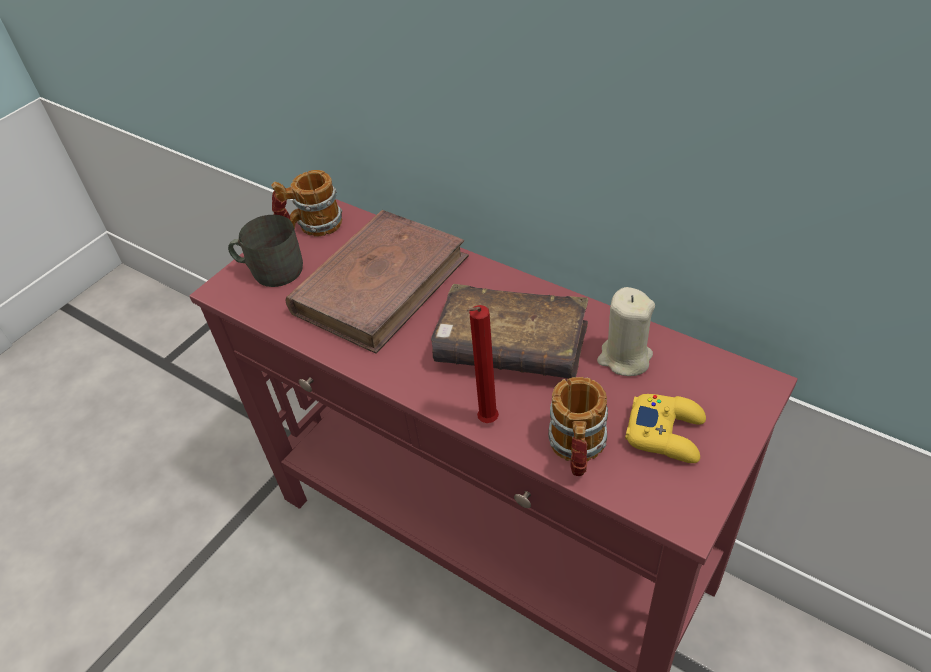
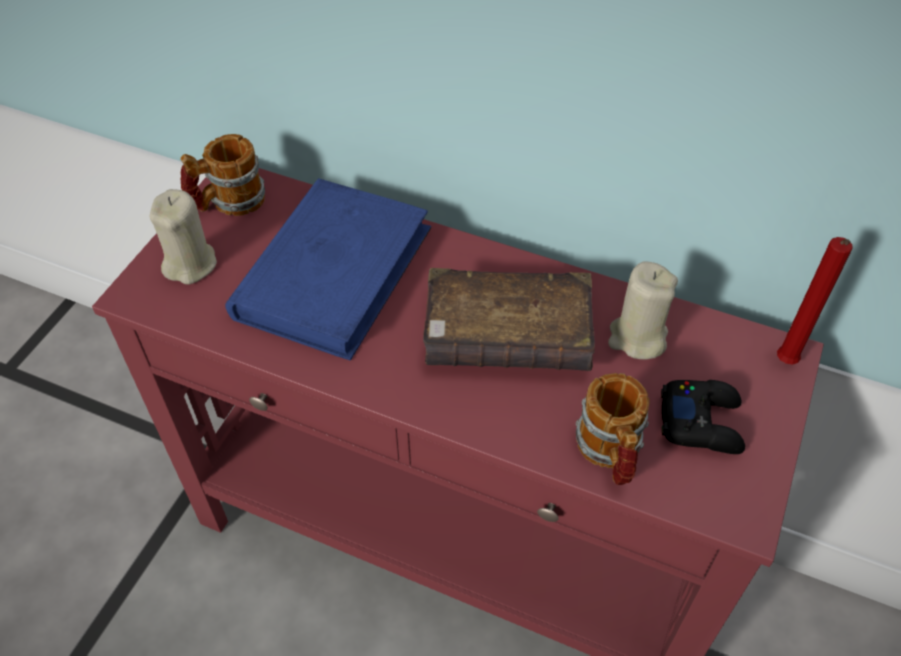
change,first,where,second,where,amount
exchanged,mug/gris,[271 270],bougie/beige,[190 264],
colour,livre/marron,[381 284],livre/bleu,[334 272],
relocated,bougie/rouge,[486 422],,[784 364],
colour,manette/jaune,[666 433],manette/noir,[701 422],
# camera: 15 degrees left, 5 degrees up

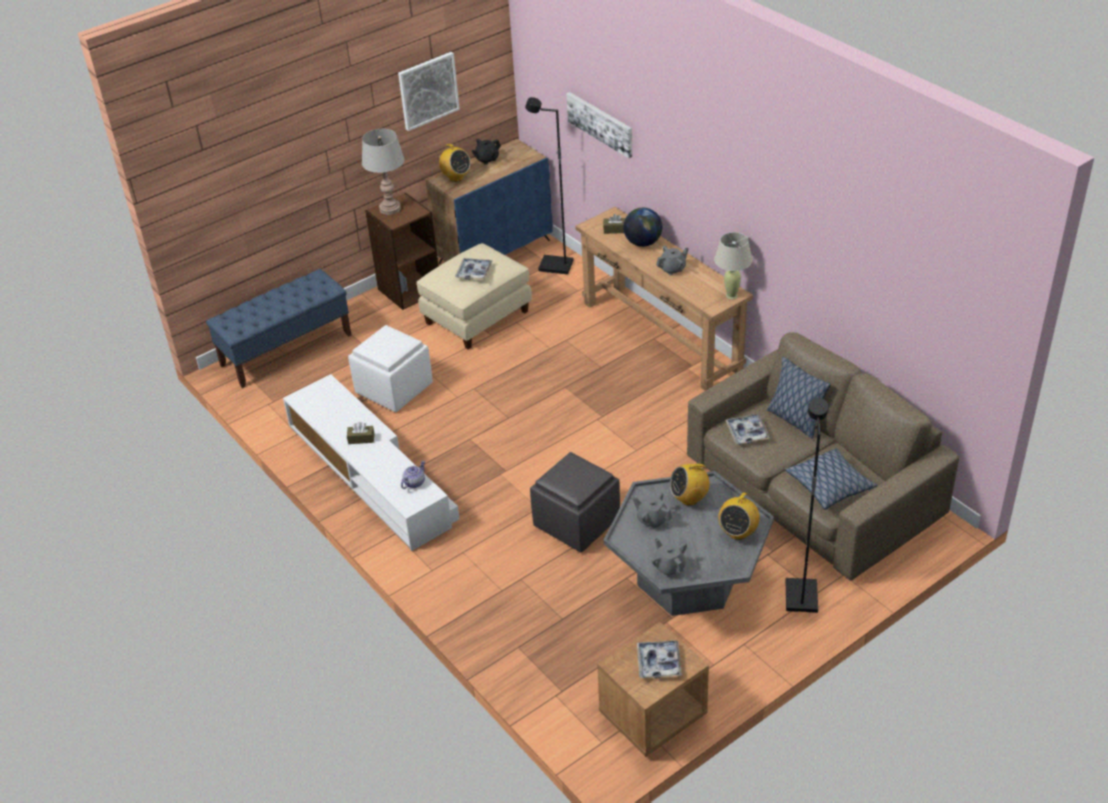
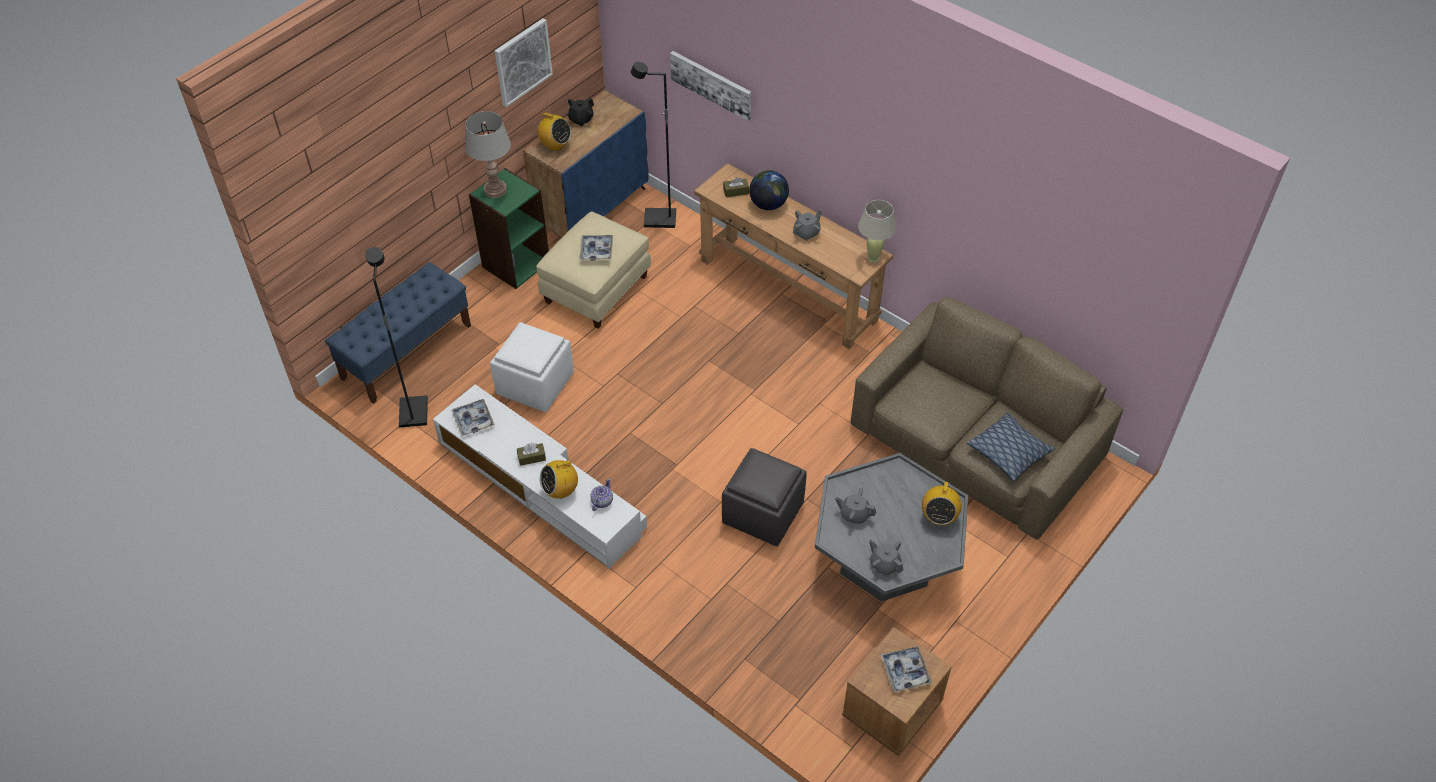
change,first,where,second,where,amount
colour,bibliothèque/marron,[409 289],bibliothèque/vert,[515 264],
relocated,radio,[689 498],,[560 491],
relocated,plateau,[747 433],,[473 420],
missing,coussin,[794 420],,,
relocated,lampadaire/noir,[800 596],,[412 412],
# camera: 15 degrees left, 10 degrees up

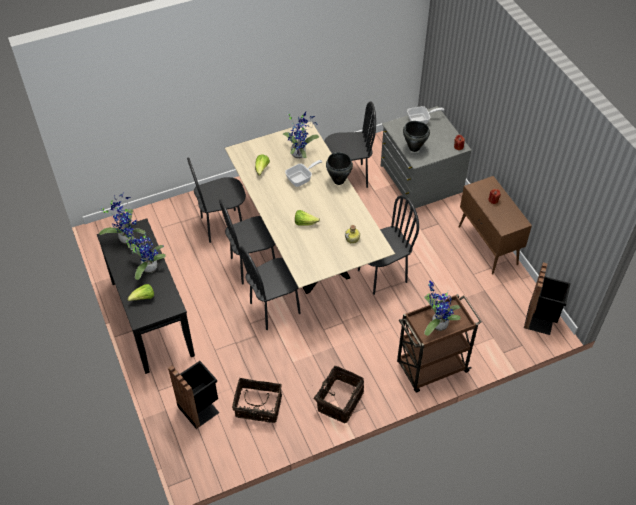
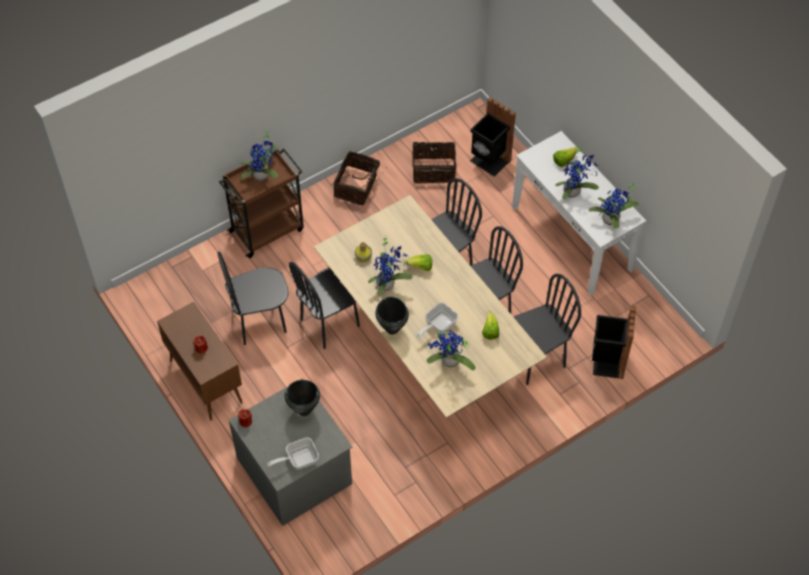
change,first,where,second,where,amount
colour,table console/noir,[151 318],table console/blanc,[572 238],
relocated,chaise/noir,[348 177],,[260 322],
relocated,poubelle/noir,[541 319],,[607 362],
appeared,,,plante en pot,[388 284],
# camera: 170 degrees right, 5 degrees up

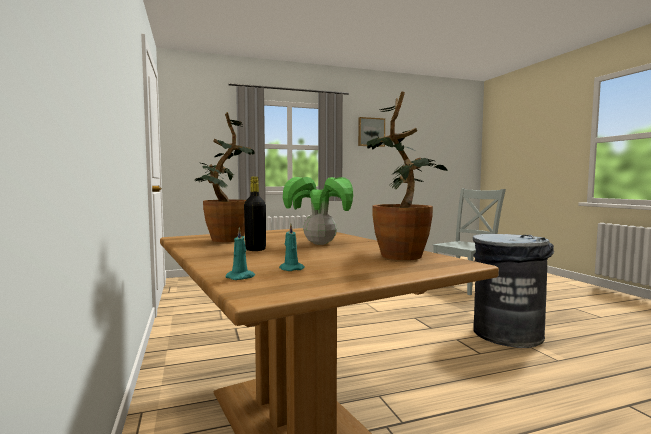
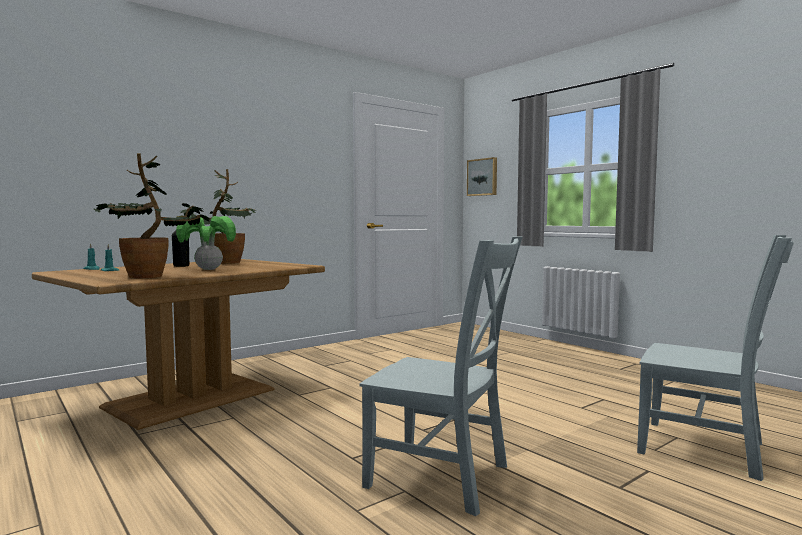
change,first,where,second,where,amount
relocated,tableau,[371 132],,[483 177],
exchanged,poubelle/gris,[507 334],chaise/gris,[443 478],
# camera: 70 degrees right, 0 degrees up

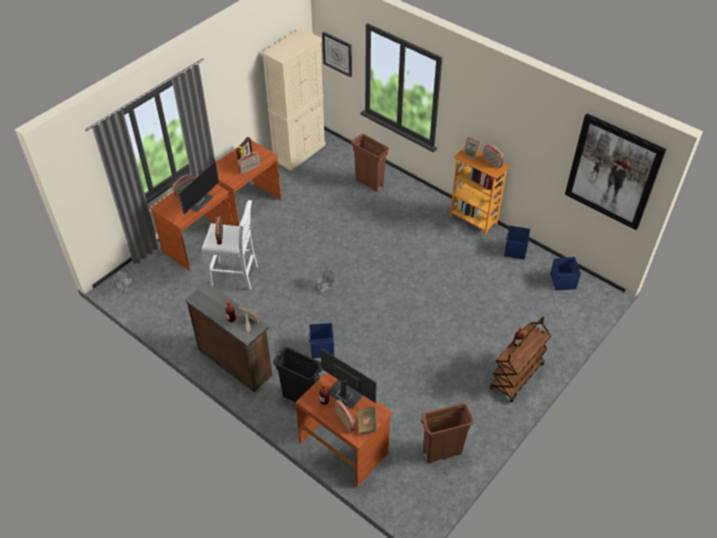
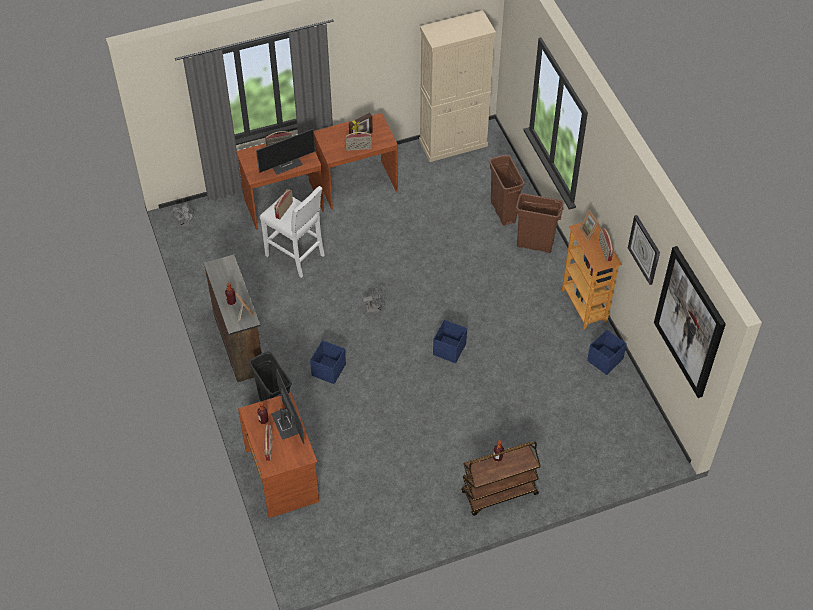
change,first,where,second,where,amount
relocated,horloge murale,[337 54],,[644 249],
missing,livre,[366 425],,,
relocated,poubelle/marron,[442 452],,[534 245],
relocated,boîte de rangement/bleu,[562 281],,[449 349],
# camera: 30 degrees right, 5 degrees up

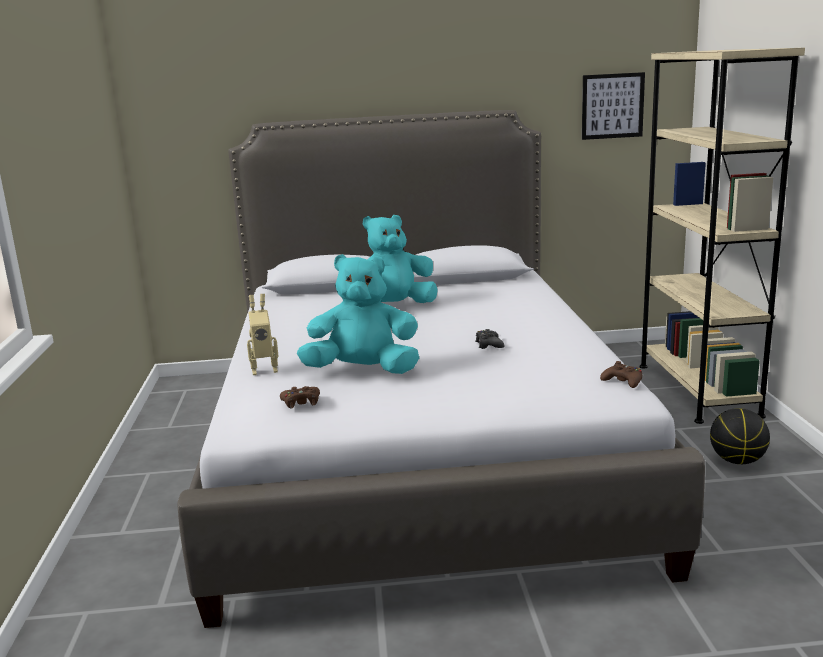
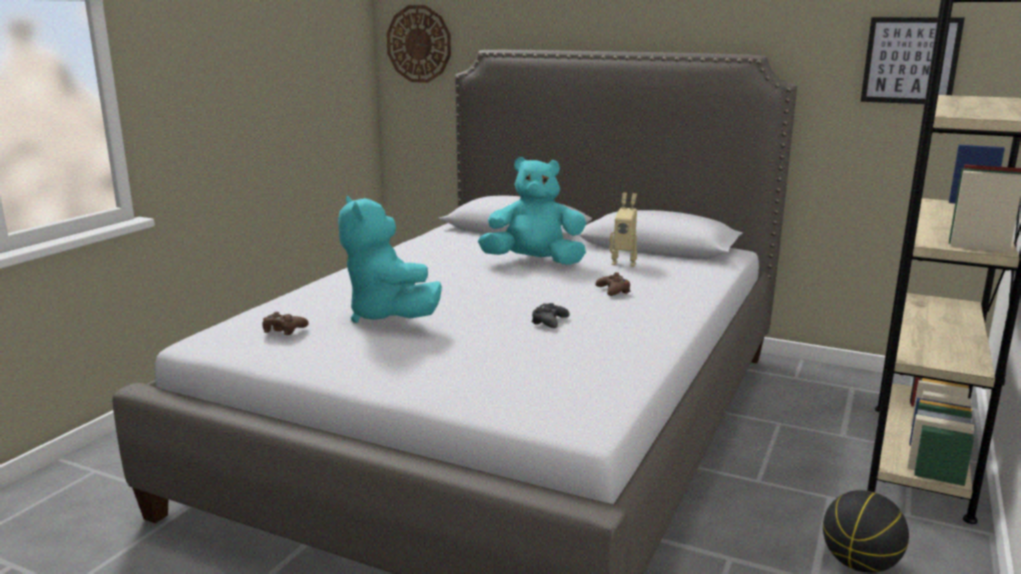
change,first,where,second,where,amount
relocated,robot jouet,[264 369],,[624 262],
spun,peluche/turquoise,[363 371],,[388 316],150 degrees counterclockwise
relocated,manette/marron,[623 381],,[613 291],
appeared,,,horloge murale,[419 44],
# camera: 30 degrees right, 0 degrees up

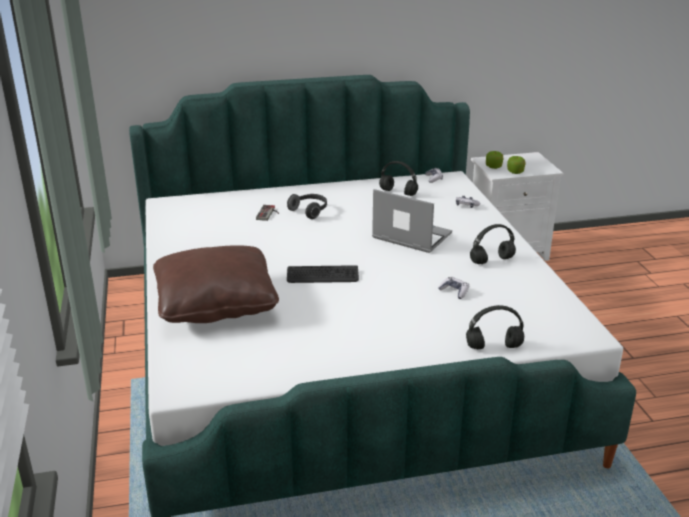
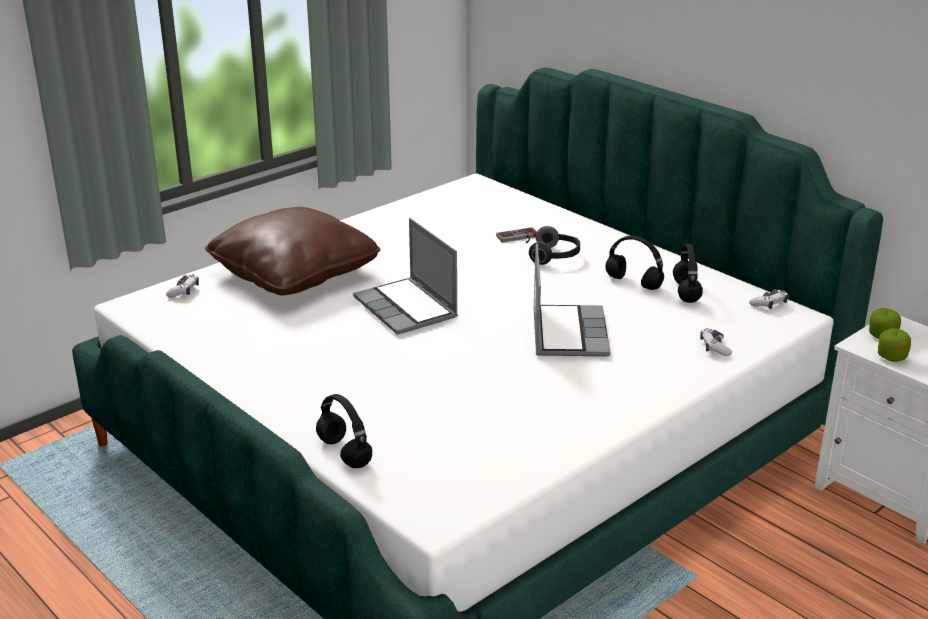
change,first,where,second,where,amount
exchanged,clavier,[322 275],ordinateur portable,[407 308],
relocated,manette,[454 291],,[184 291],
relocated,casque audio/noir,[491 261],,[632 283],
# camera: 60 degrees right, 0 degrees up

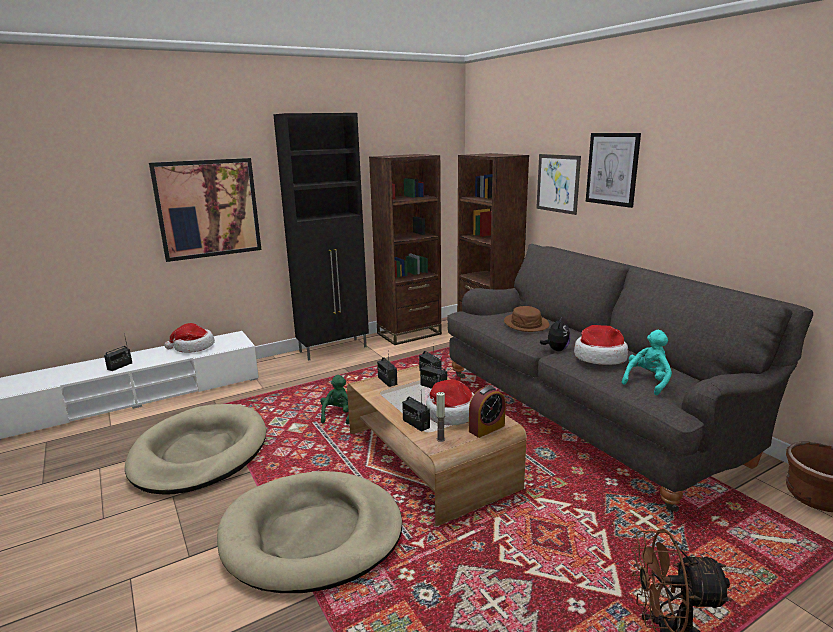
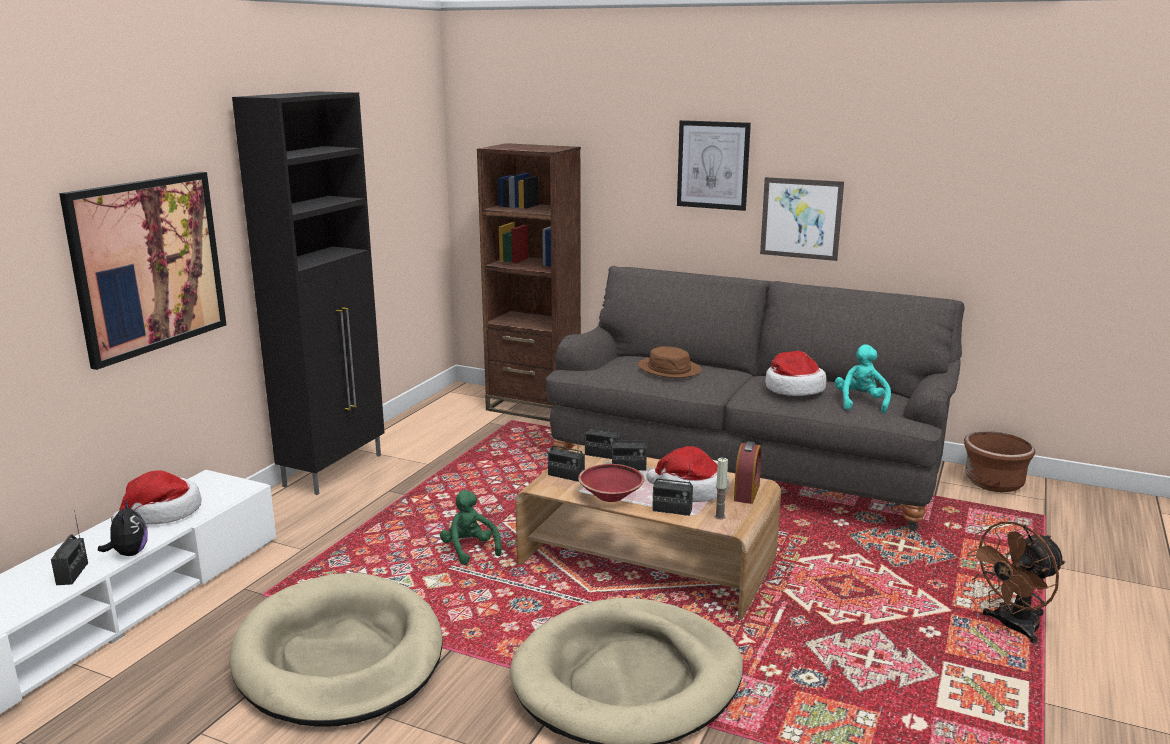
change,first,where,second,where,amount
missing,bibliothèque/marron,[409 334],,,
relocated,tableau,[558 183],,[801 218],
relocated,peluche,[556 350],,[129 553],
appeared,,,bol/rouge,[610 496],
# camera: 35 degrees left, 0 degrees up

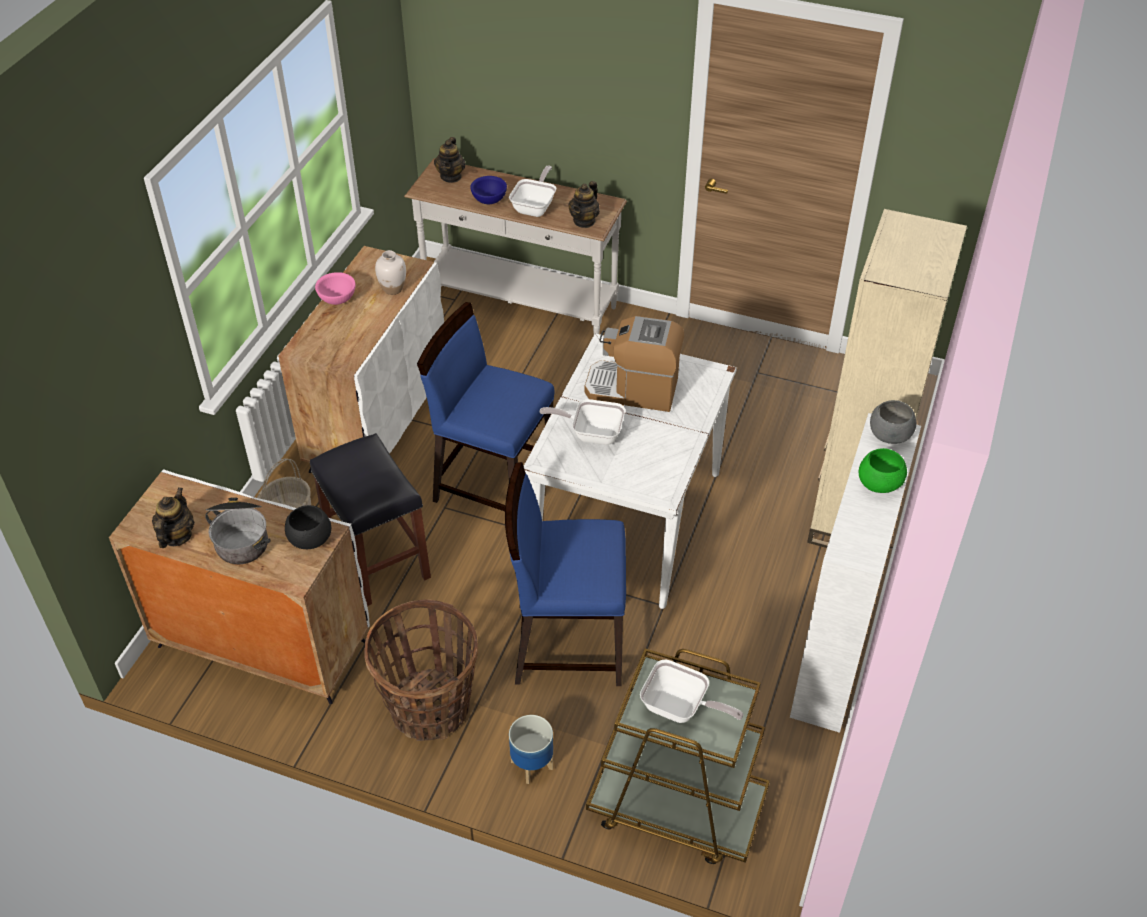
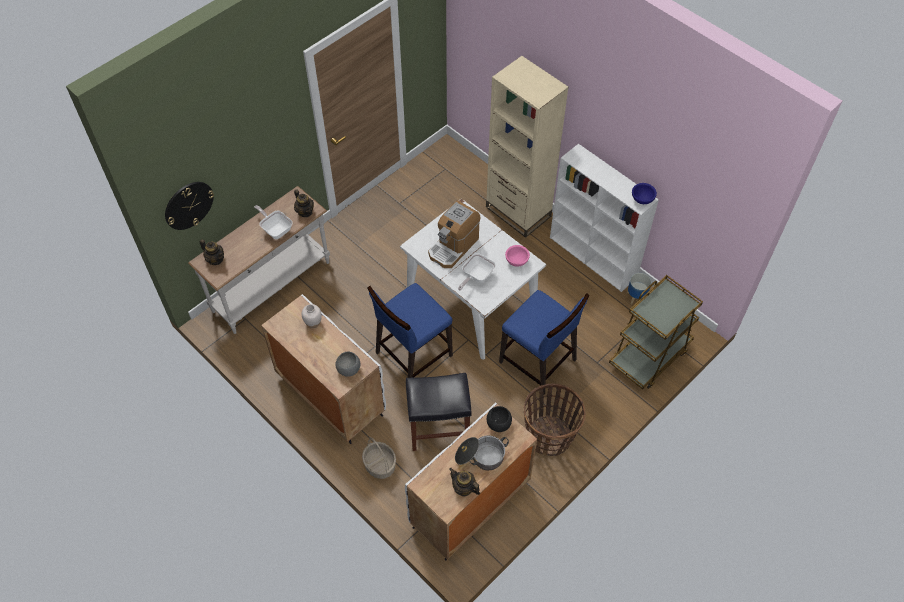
change,first,where,second,where,amount
relocated,bol/rose,[337 300],,[517 261],
relocated,bol/bleu,[488 201],,[642 200],
spun,chaise/bleu,[567 643],,[538 362],75 degrees counterclockwise
relocated,cache-pot,[531 765],,[636 297],
missing,poêle,[680 708],,,
missing,bol/vert,[879 485],,,
relocated,bol/gris,[889 435],,[348 369],
appeared,,,horloge murale,[188 205],
# camera: 65 degrees left, 10 degrees up

